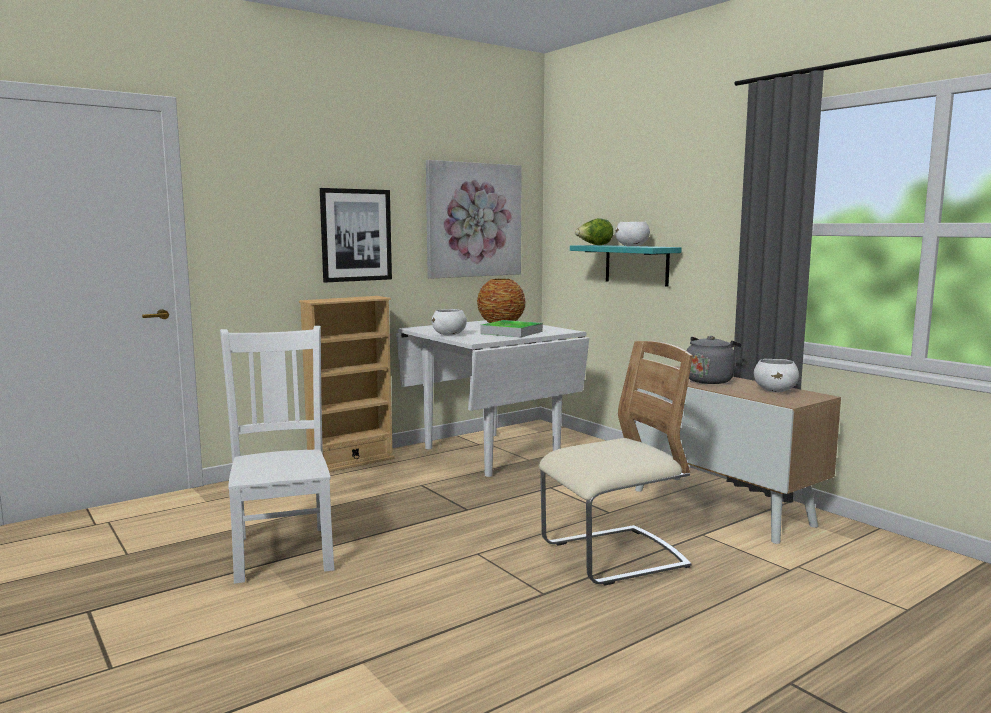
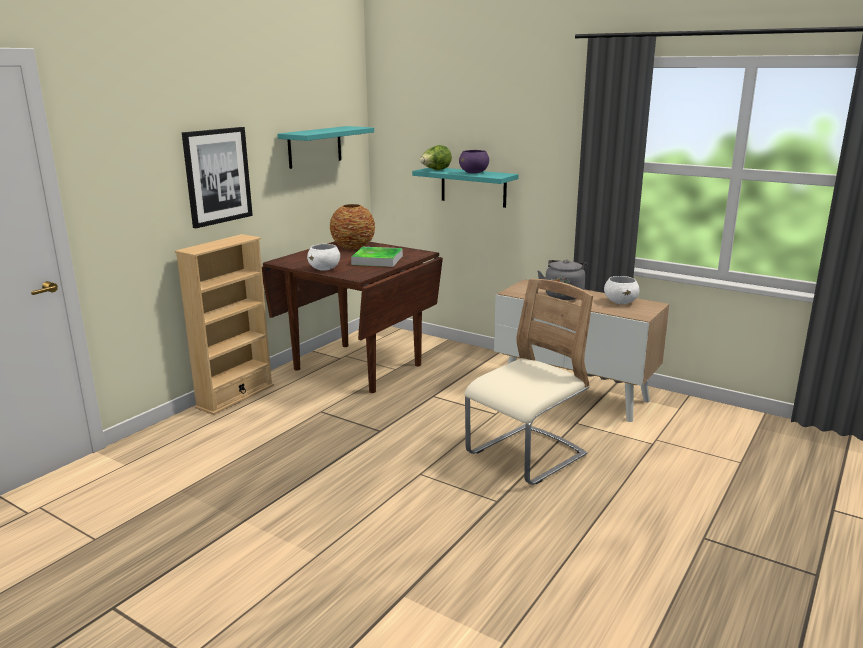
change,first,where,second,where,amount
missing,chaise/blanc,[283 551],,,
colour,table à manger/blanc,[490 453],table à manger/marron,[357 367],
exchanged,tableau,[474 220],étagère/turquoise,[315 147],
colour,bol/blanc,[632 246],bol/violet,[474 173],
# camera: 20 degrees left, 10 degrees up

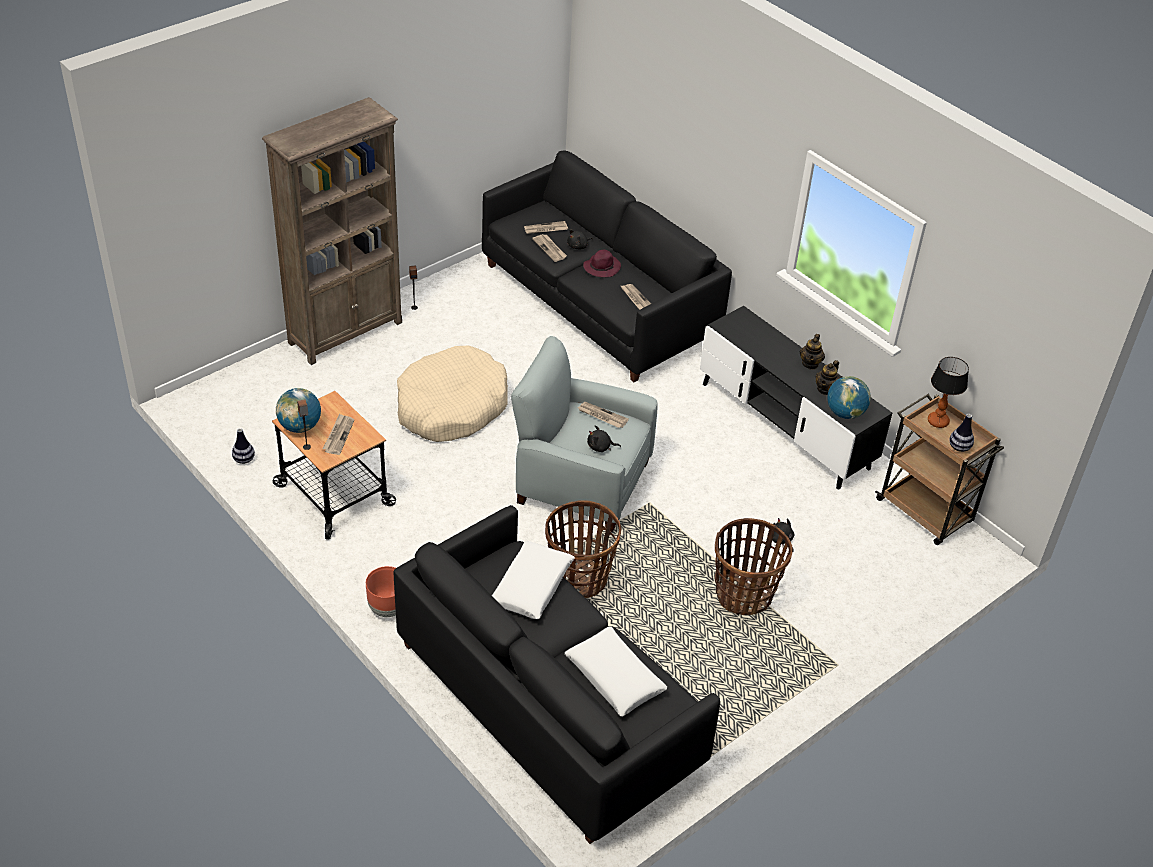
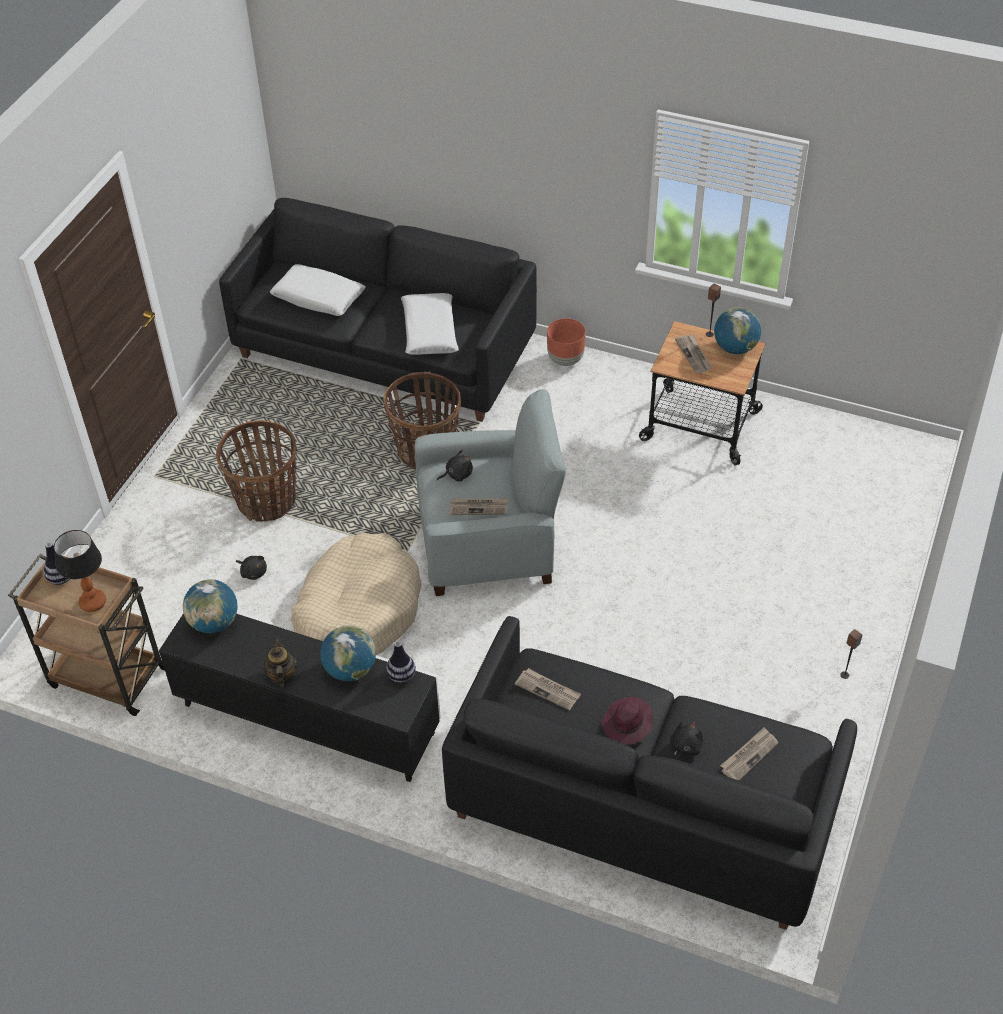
change,first,where,second,where,amount
relocated,vase,[244 460],,[401 675],
missing,bibliothèque/marron,[346 332],,,
relocated,panier pour chien/beige,[451 407],,[358 609],
missing,journal,[550 249],,,
missing,théière,[826 390],,,
appeared,,,globe,[350 670],
# camera: 155 degrees right, 5 degrees up

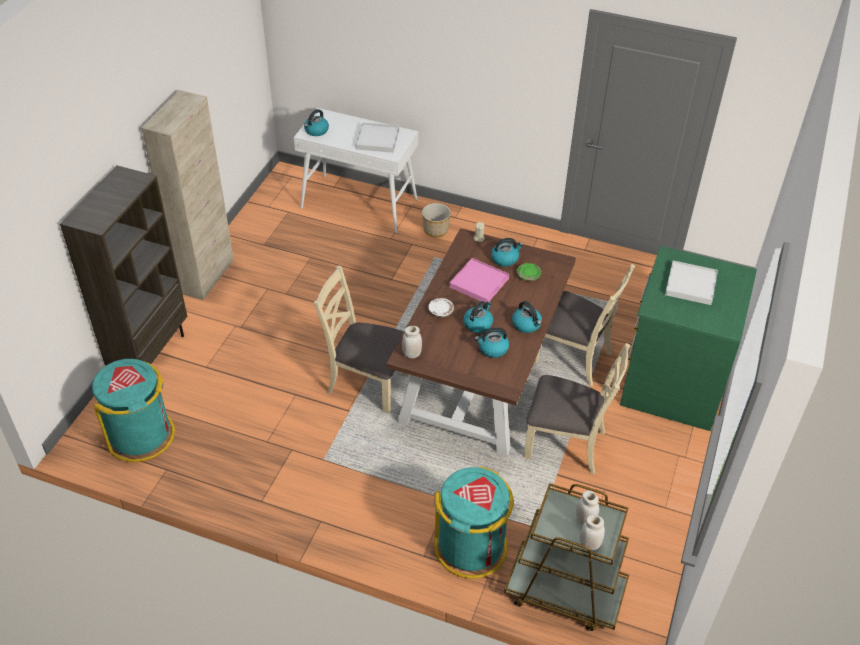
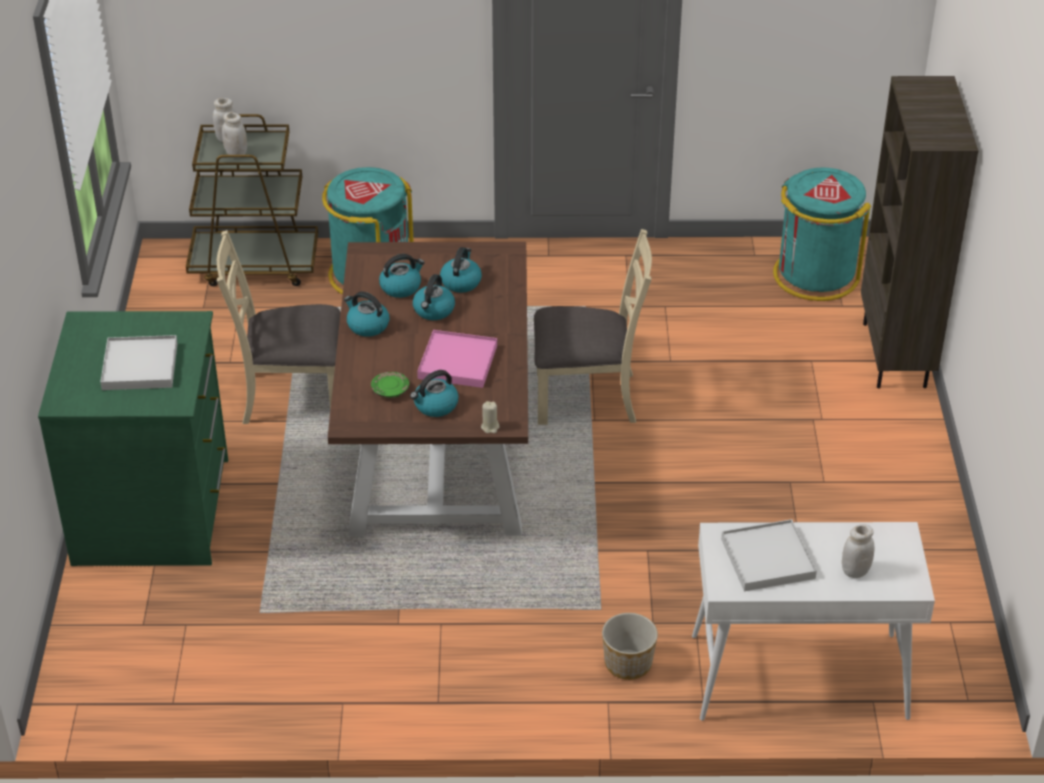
change,first,where,second,where,amount
missing,meuble de rangement/beige,[206 276],,,
relocated,bouilloire,[316 131],,[461 282],
relocated,bocal/blanc,[412 354],,[855 571],
missing,assiette/blanc,[441 311],,,
missing,chaise/beige,[572 357],,,
# camera: 160 degrees right, 5 degrees down

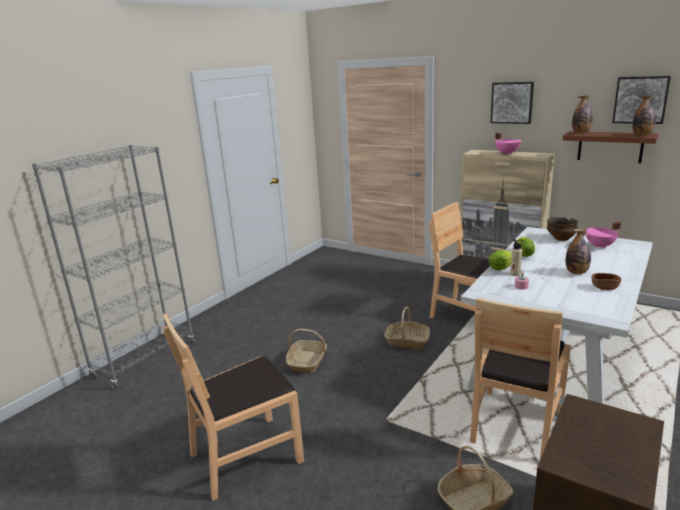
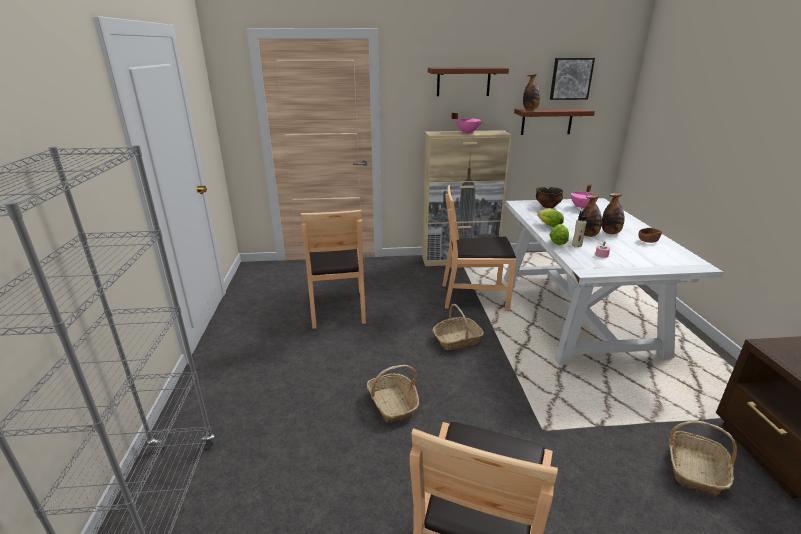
change,first,where,second,where,amount
relocated,chaise/marron,[515 425],,[337 308],
exchanged,tableau,[512 102],étagère/marron,[463 81],
relocated,bouteille,[642 135],,[588 235],
# camera: 40 degrees left, 5 degrees up

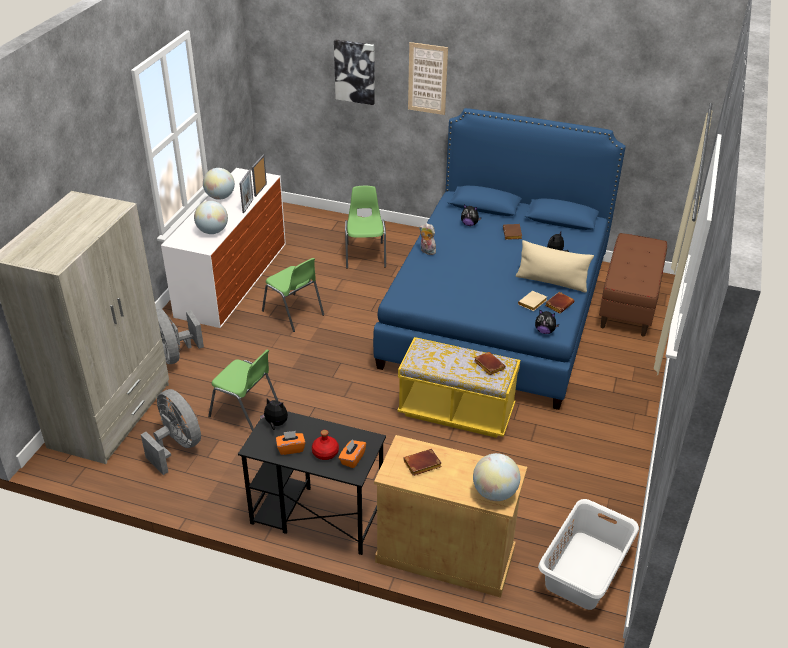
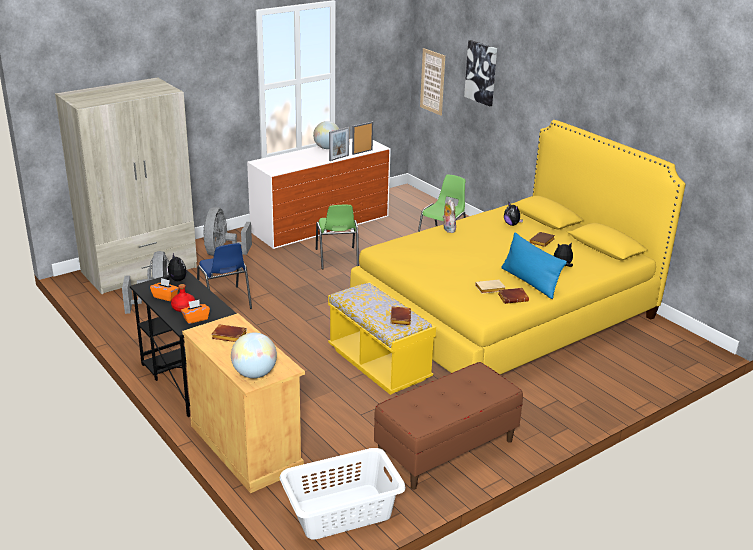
change,first,where,second,where,amount
missing,globe,[212 231],,,
colour,chaise/vert,[246 412],chaise/bleu,[224 302],
colour,lit/bleu,[496 312],lit/jaune,[505 315],
relocated,tableau,[427 78],,[432 81],
colour,coussin/beige,[551 282],coussin/bleu,[530 282],
missing,peluche,[544 331],,,
relocated,banc/marron,[629 303],,[446 450],
# camera: 35 degrees right, 10 degrees down

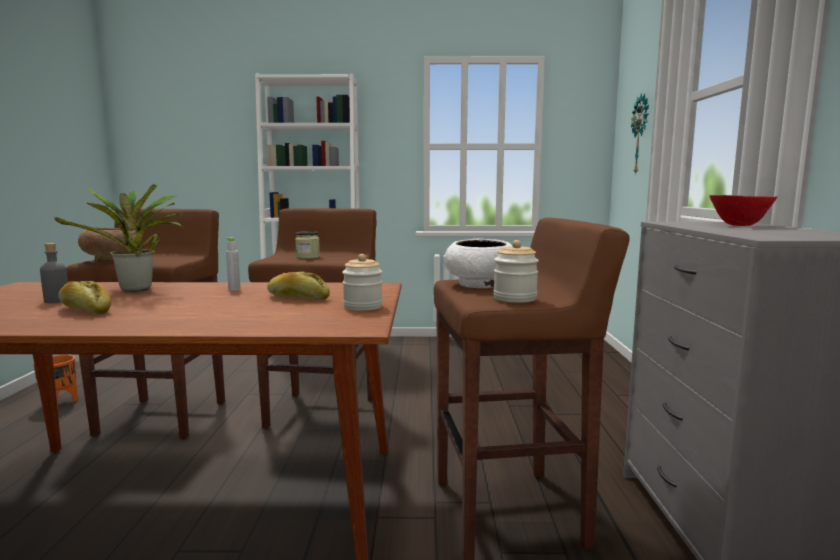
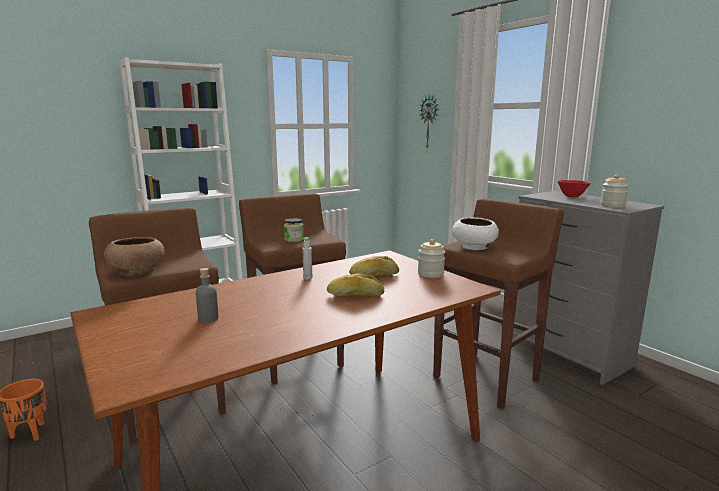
change,first,where,second,where,amount
missing,plante en pot,[137 290],,,
relocated,pain,[86 310],,[355 295],
relocated,bocal,[514 298],,[612 205],
# camera: 35 degrees left, 5 degrees up

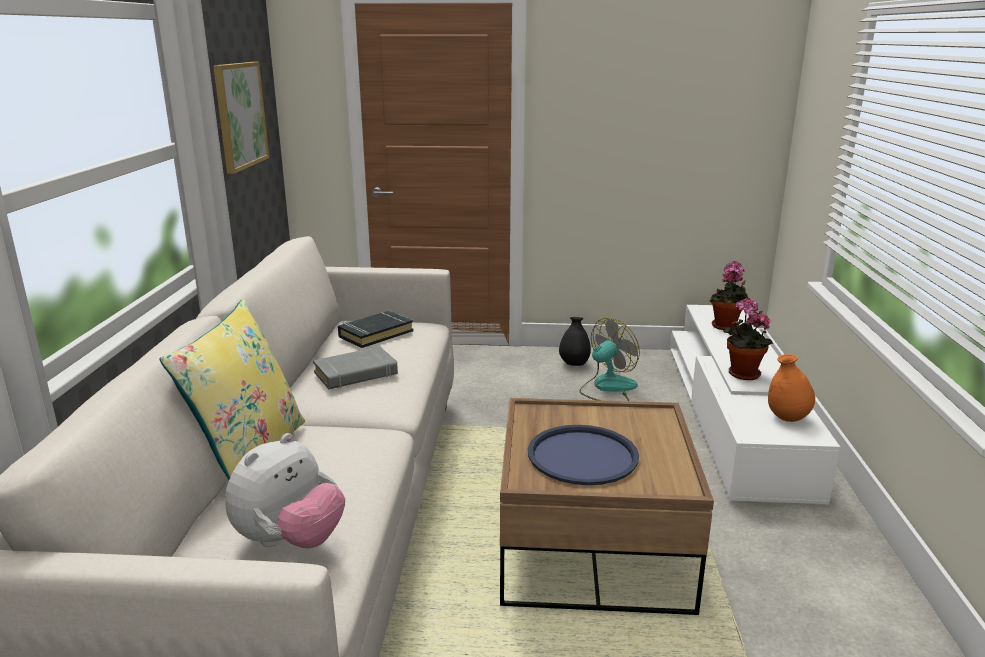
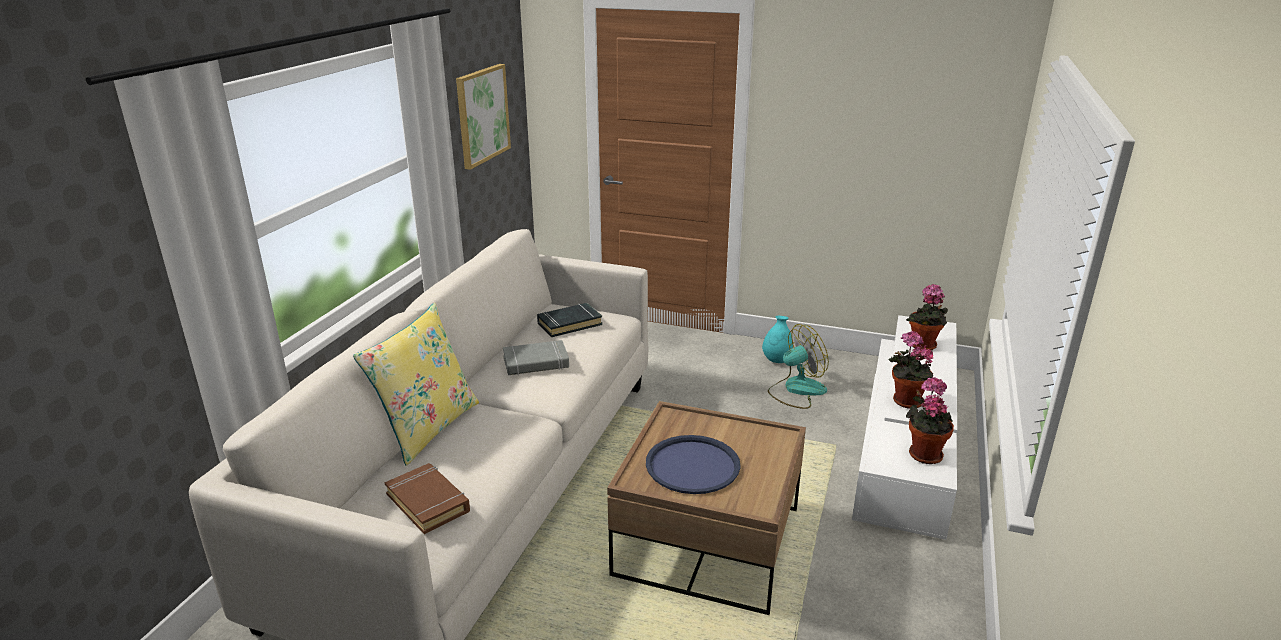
change,first,where,second,where,amount
exchanged,peluche,[290 541],livre/marron,[428 502],
colour,vase/noir,[574 364],vase/turquoise,[776 360],
exchanged,vase/orange,[787 418],plante en pot,[923 453],
# camera: 15 degrees right, 5 degrees up

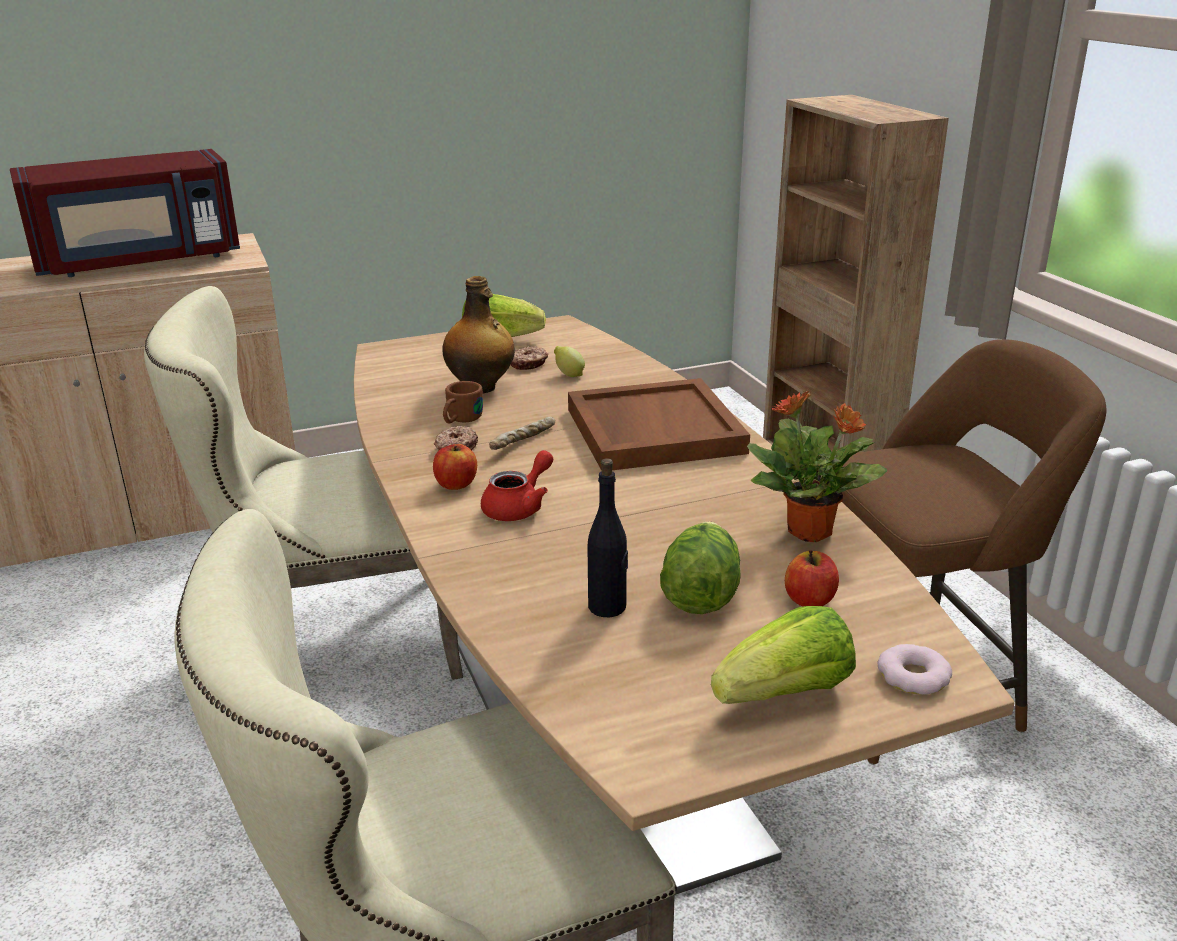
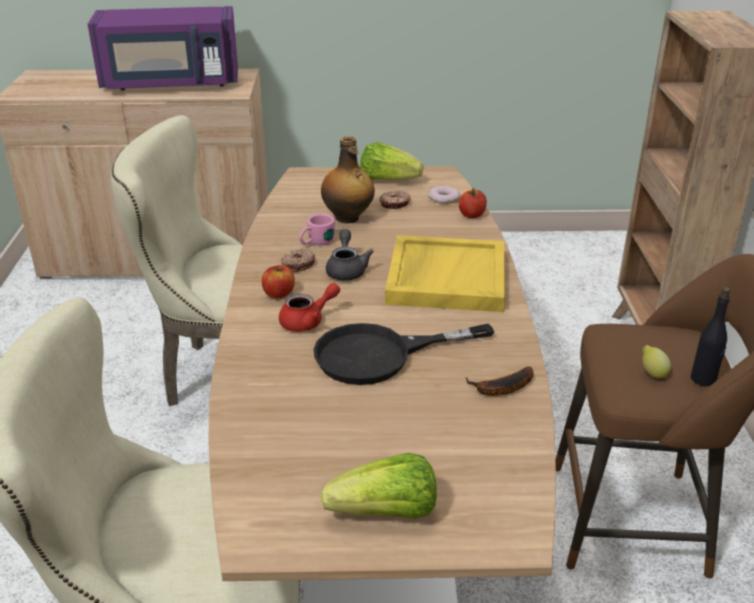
change,first,where,second,where,amount
colour,micro-ondes/rouge,[139 262],micro-ondes/violet,[171 84],
colour,mug/marron,[460 420],mug/rose,[316 243],
exchanged,pain,[524 443],théière/gris,[346 269],
relocated,citron,[568 375],,[652 373],
colour,plateau/marron,[652 430],plateau/jaune,[445 277],
relocated,bouteille/noir,[607 607],,[703 379],
missing,laitue,[699 591],,,
exchanged,plante en pot,[811 532],banane,[501 389],
relocated,pomme,[809 600],,[472 215],
relocated,beignet,[913 676],,[444 198],
appeared,,,poêle/noir,[380 355],
# camera: 20 degrees right, 5 degrees up

